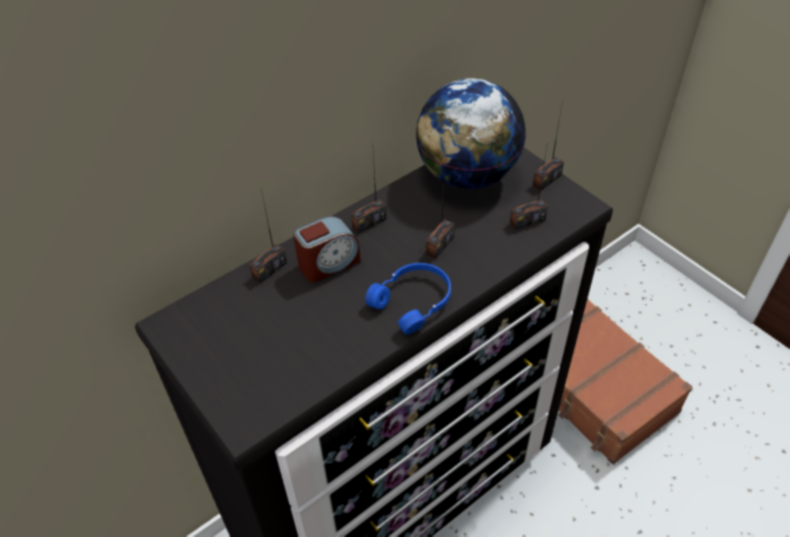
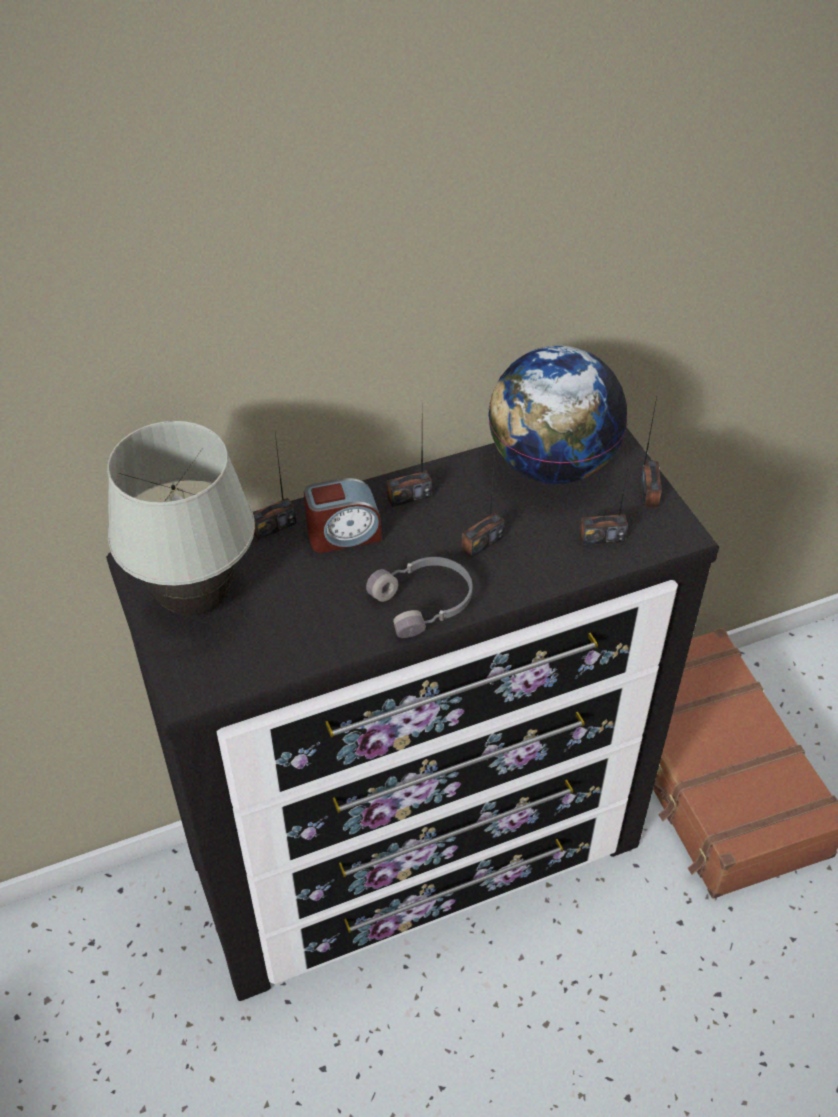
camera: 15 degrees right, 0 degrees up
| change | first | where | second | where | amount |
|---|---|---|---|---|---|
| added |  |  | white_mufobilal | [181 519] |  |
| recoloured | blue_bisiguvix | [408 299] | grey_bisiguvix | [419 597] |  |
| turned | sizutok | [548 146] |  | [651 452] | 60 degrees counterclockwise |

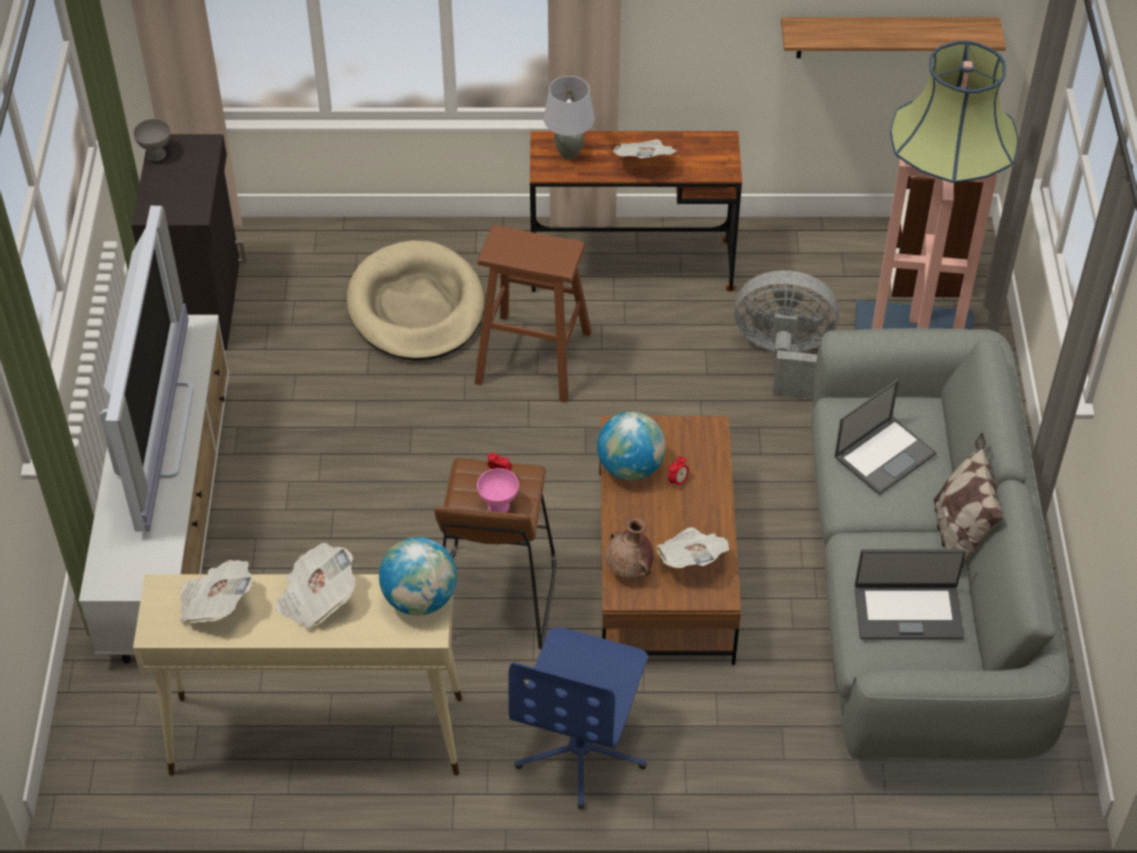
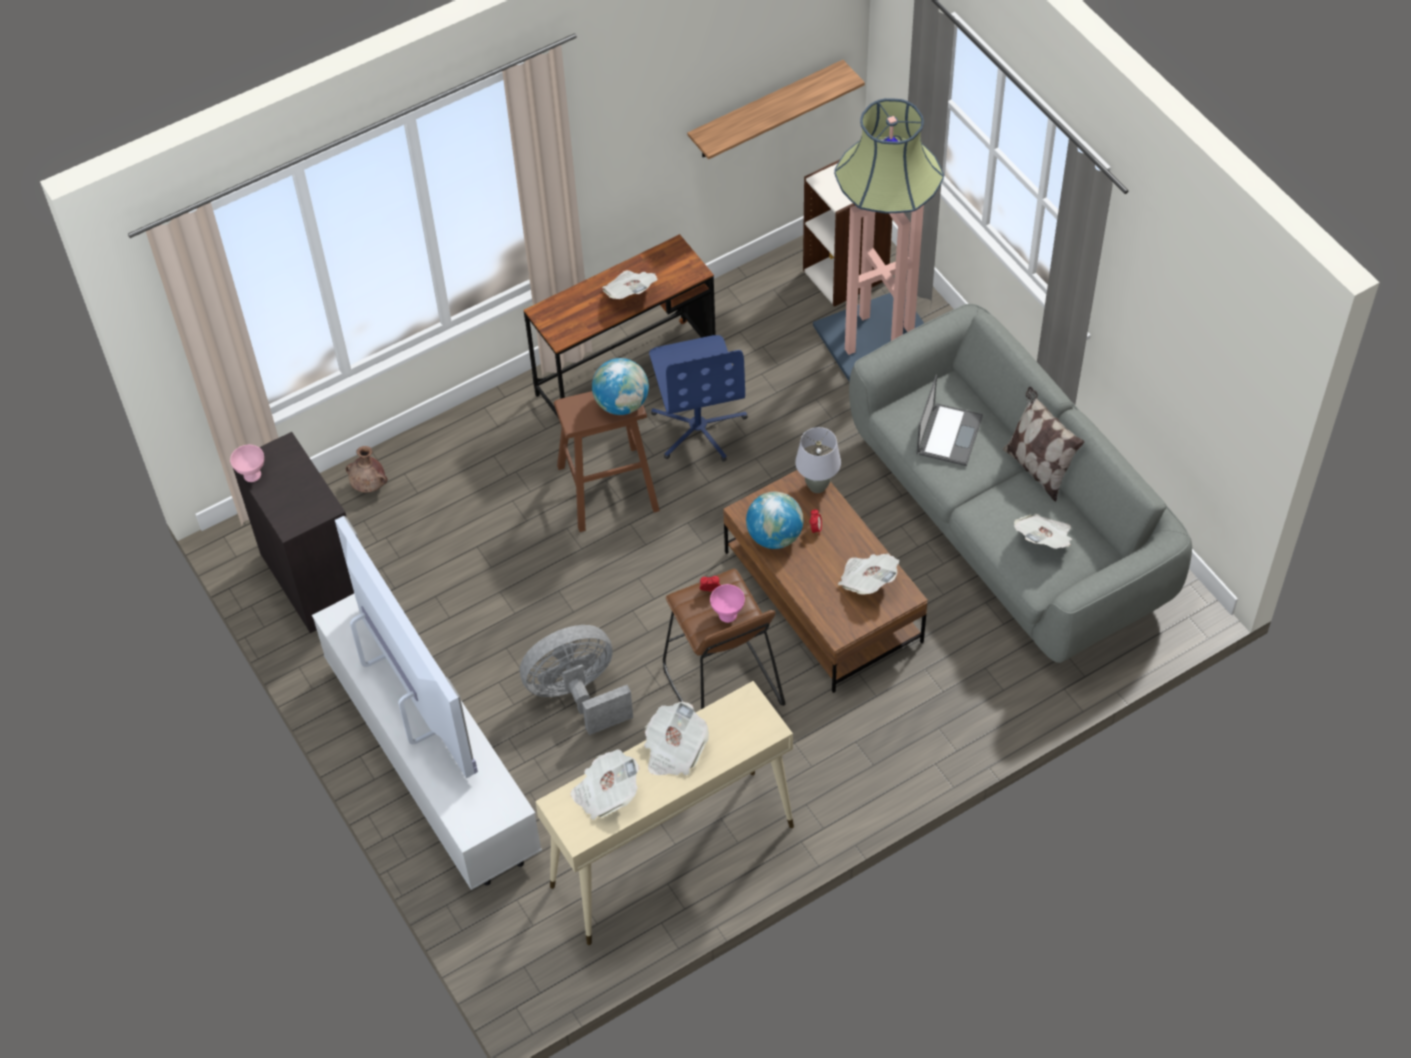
camera: 30 degrees left, 5 degrees up
| change | first | where | second | where | amount |
|---|---|---|---|---|---|
| removed | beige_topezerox | [416 300] |  |  |  |
| moved | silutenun | [418 576] |  | [620 386] |  |
| moved | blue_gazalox | [578 718] |  | [698 398] |  |
| moved | grey_mufobilal | [569 118] |  | [818 460] |  |
| moved | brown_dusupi | [630 548] |  | [367 469] |  |
| moved | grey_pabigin | [786 334] |  | [576 680] |  |
| replaced | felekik | [910 594] | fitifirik | [1043 531] |  |
| recoloured | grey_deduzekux | [152 140] | pink_deduzekux | [247 463] |  |

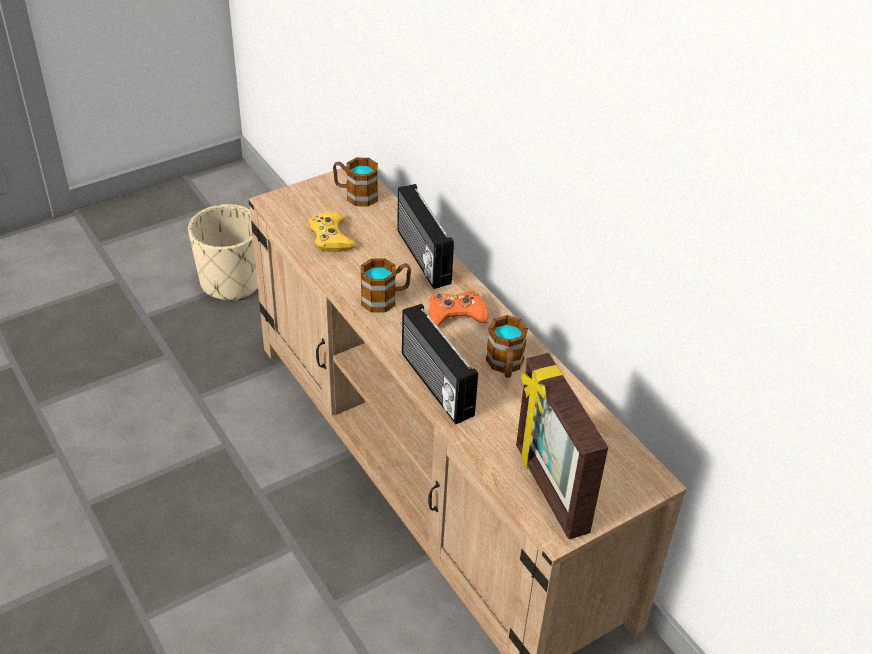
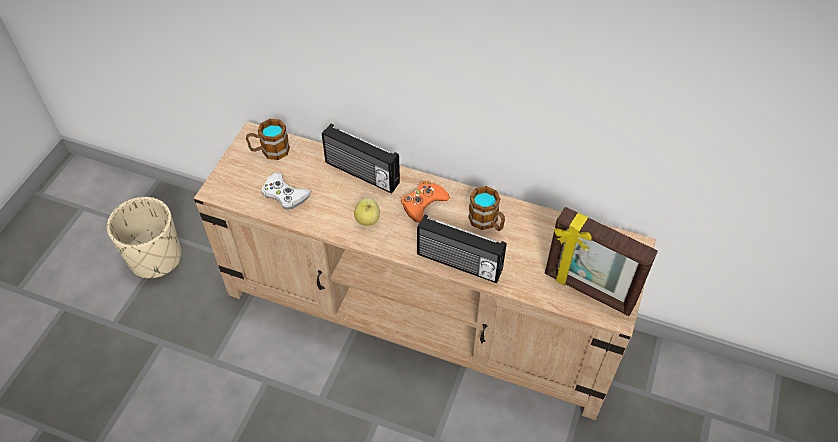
camera: 35 degrees left, 10 degrees up
| change | first | where | second | where | amount |
|---|---|---|---|---|---|
| replaced | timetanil | [386 285] | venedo | [367 212] |  |
| recoloured | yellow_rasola | [332 232] | white_rasola | [286 191] |  |

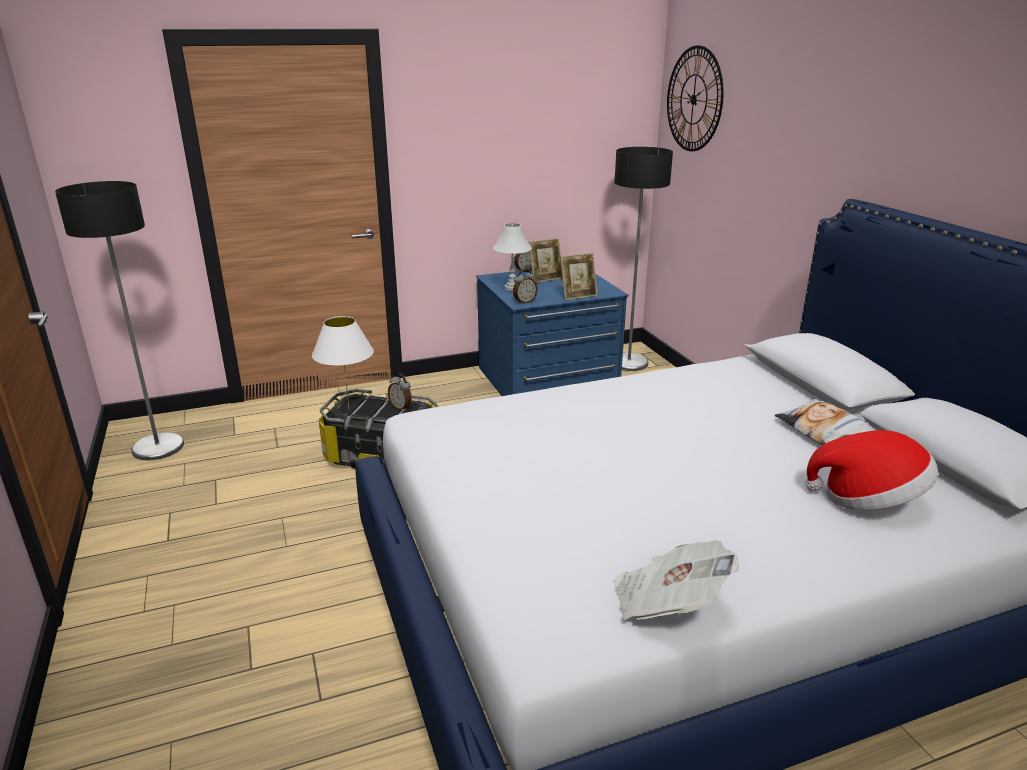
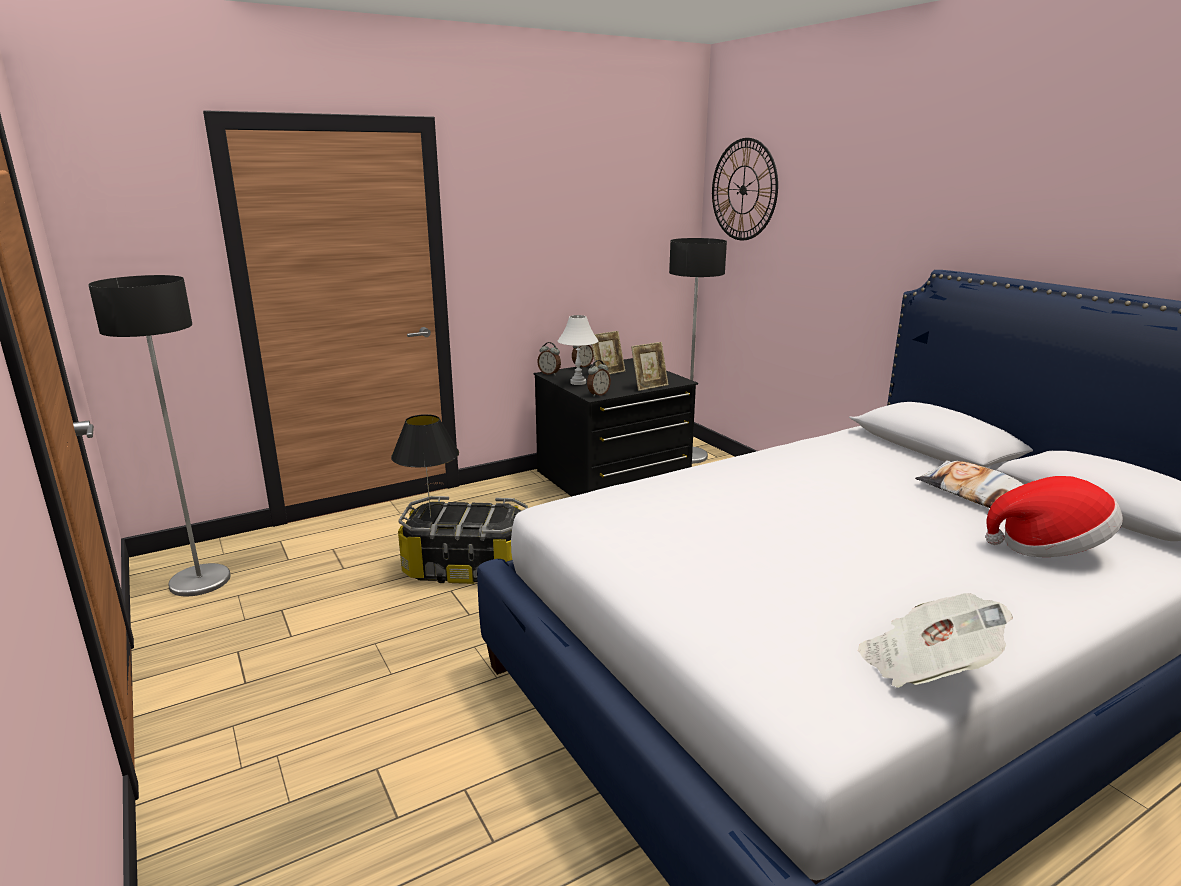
camera: 10 degrees left, 5 degrees down
| change | first | where | second | where | amount |
|---|---|---|---|---|---|
| moved | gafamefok | [400 392] |  | [549 358] |  |
| recoloured | white_mufobilal | [343 362] | black_mufobilal | [425 466] |  |
| recoloured | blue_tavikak | [552 333] | black_tavikak | [616 427] |  |

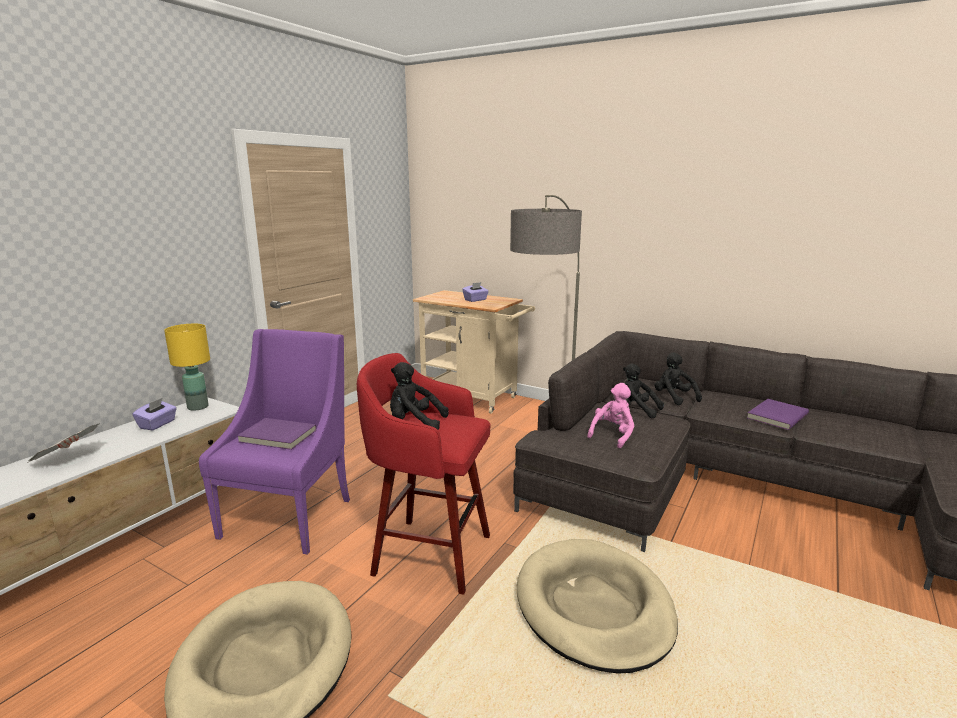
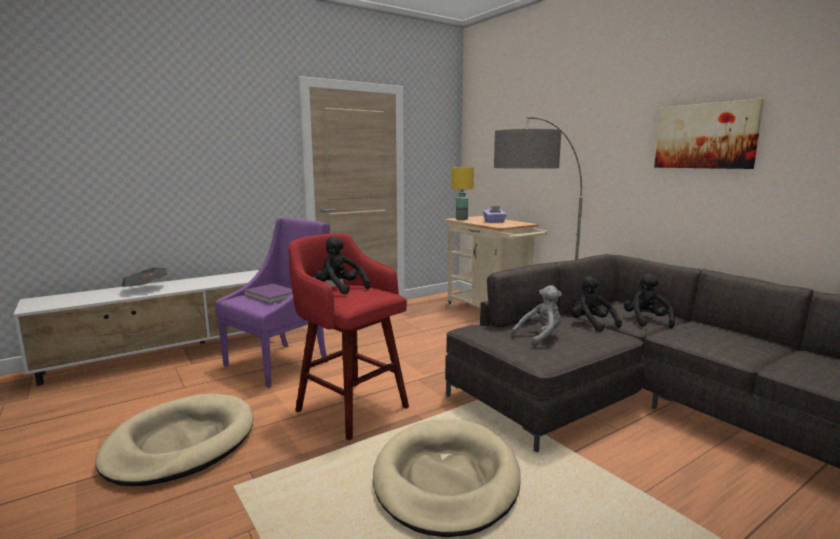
camera: 25 degrees right, 5 degrees down
| change | first | where | second | where | amount |
|---|---|---|---|---|---|
| removed | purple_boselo | [154 414] |  |  |  |
| removed | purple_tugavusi | [778 414] |  |  |  |
| added |  |  | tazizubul | [709 134] |  |
| moved | yellow_mufobilal | [187 367] |  | [462 193] |  |
| recoloured | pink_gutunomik | [610 415] | grey_gutunomik | [537 316] |  |

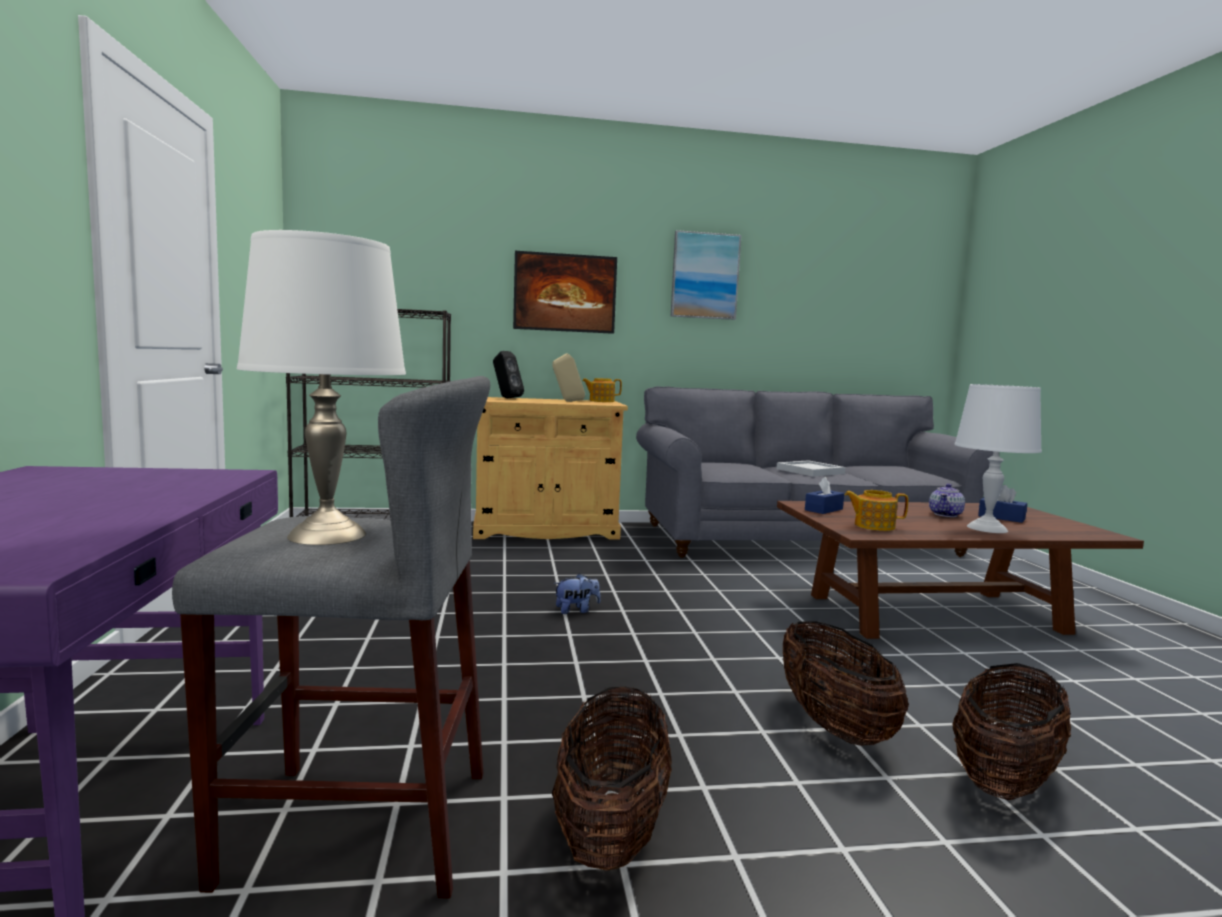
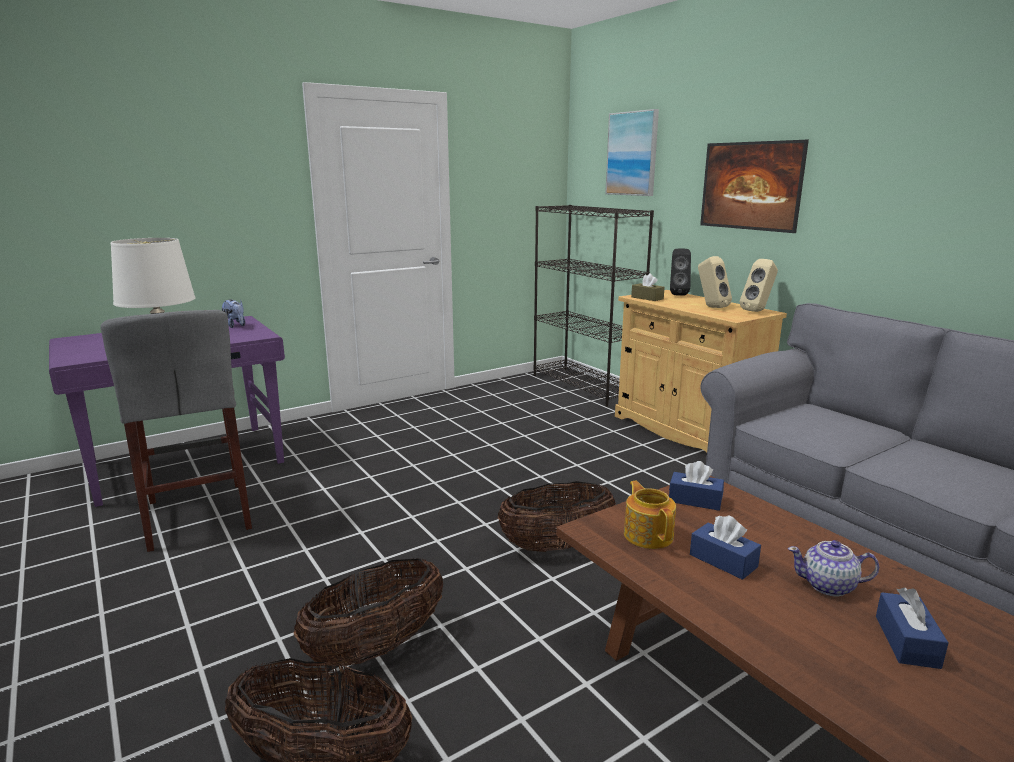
camera: 65 degrees right, 10 degrees up
| change | first | where | second | where | amount |
|---|---|---|---|---|---|
| removed | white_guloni | [811 468] |  |  |  |
| removed | white_mufobilal | [998 458] |  |  |  |
| added |  |  | brown_boselo | [648 287] |  |
| added |  |  | blue_boselo | [725 547] |  |
| moved | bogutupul | [612 778] |  | [556 516] |  |
| moved | gutunomik | [577 593] |  | [233 313] |  |
| moved | tazizubul | [706 275] |  | [632 152] |  |
| replaced | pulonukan | [602 390] | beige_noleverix | [759 285] |  |

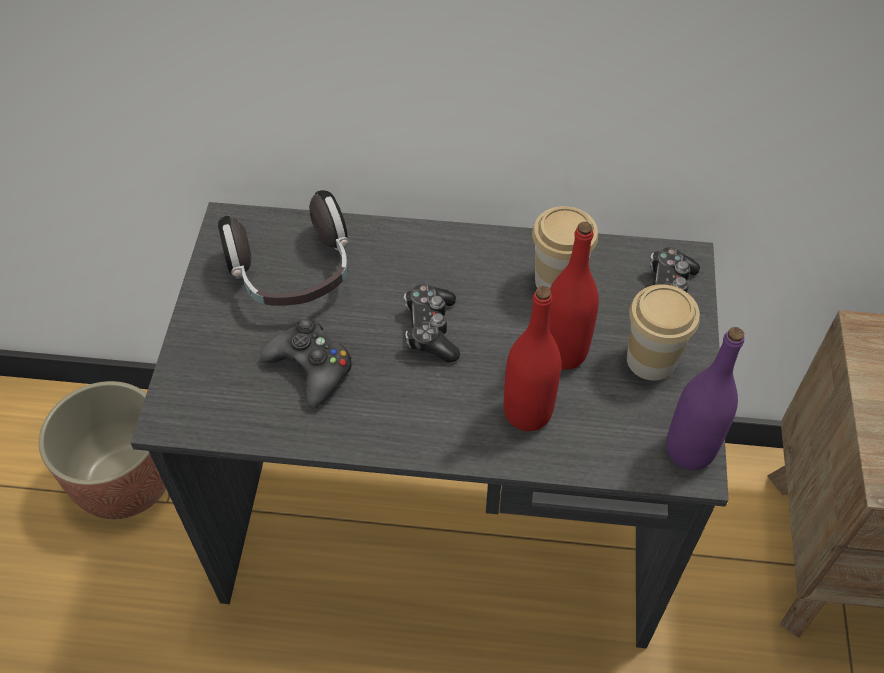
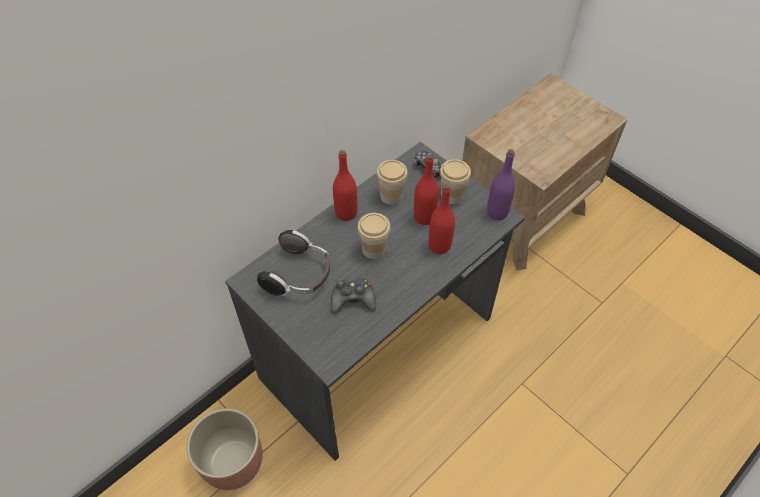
camera: 50 degrees left, 0 degrees up
| change | first | where | second | where | amount |
|---|---|---|---|---|---|
| added |  |  | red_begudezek | [345 185] |  |
| replaced | rasola | [432 323] | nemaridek | [374 236] |  |

